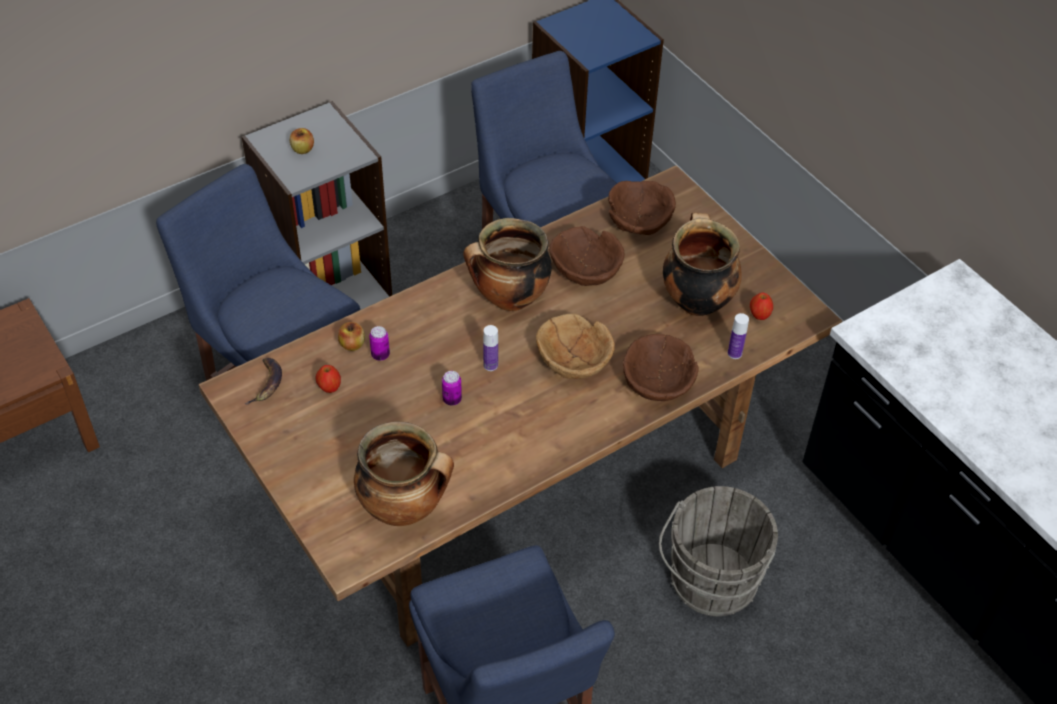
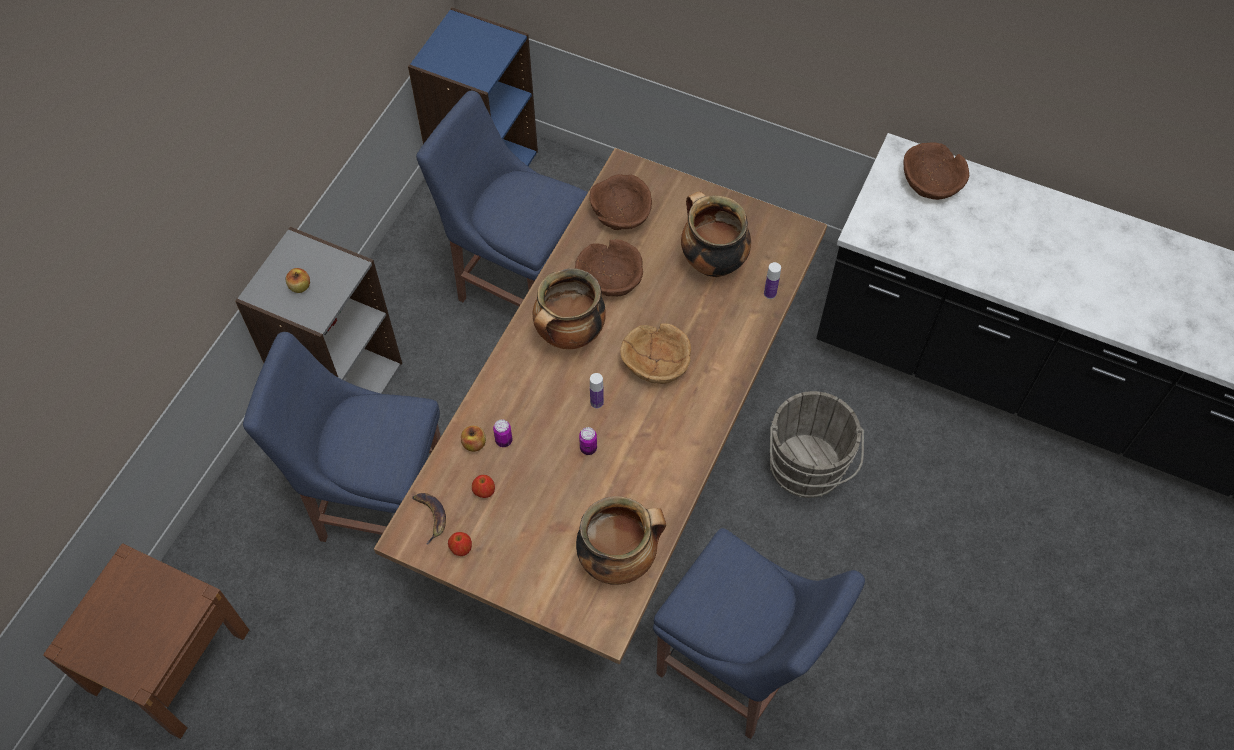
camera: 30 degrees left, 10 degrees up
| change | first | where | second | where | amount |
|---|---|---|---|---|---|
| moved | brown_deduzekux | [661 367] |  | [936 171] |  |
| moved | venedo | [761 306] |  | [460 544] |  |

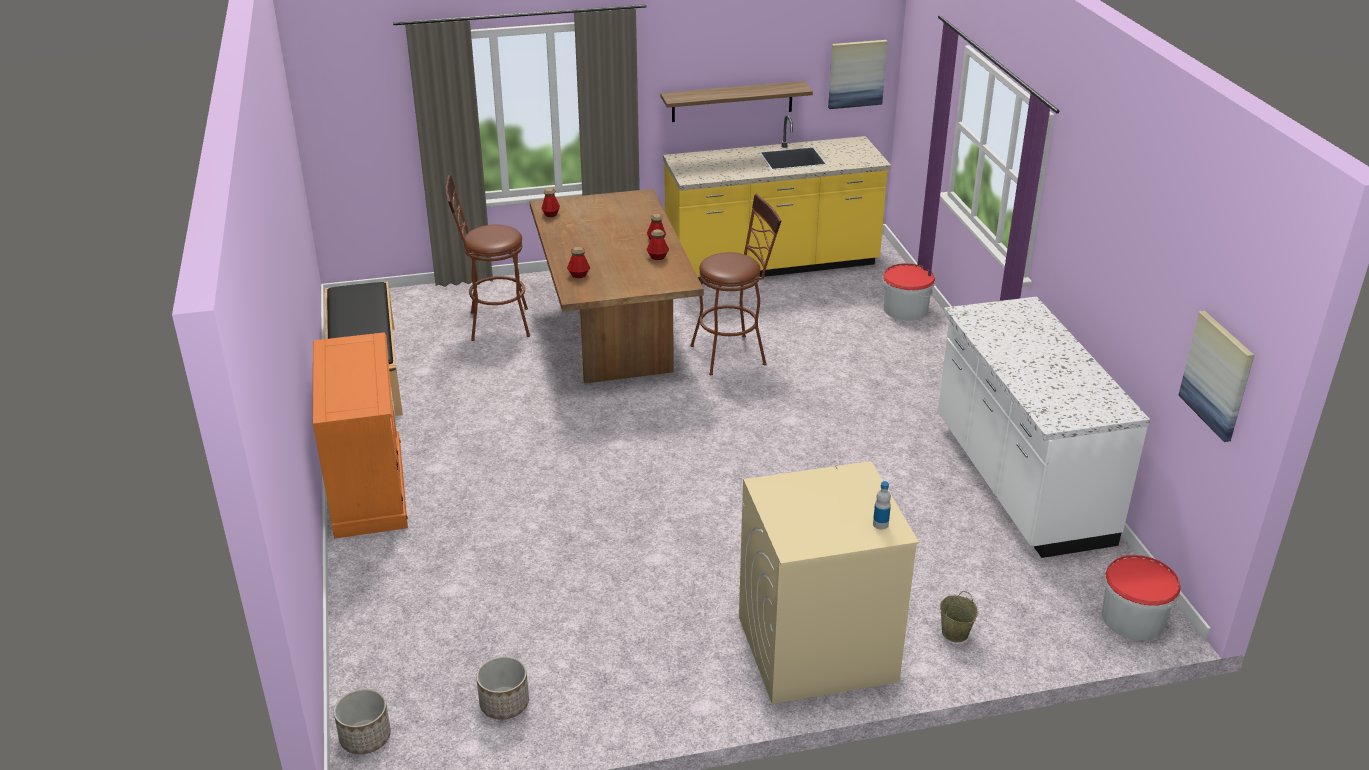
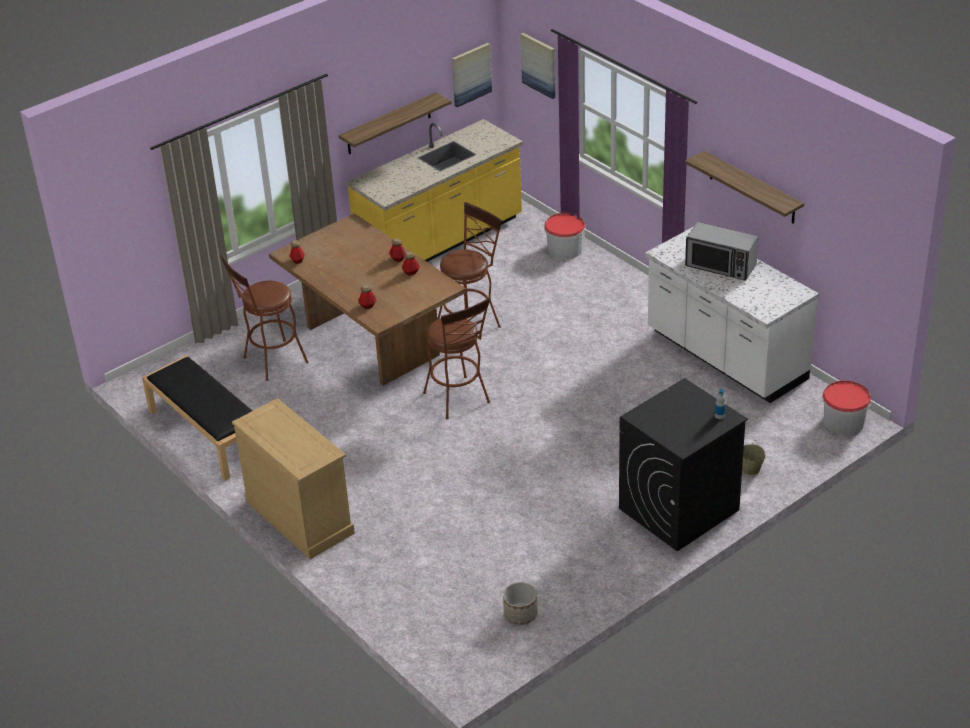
camera: 25 degrees left, 5 degrees up
| change | first | where | second | where | amount |
|---|---|---|---|---|---|
| removed | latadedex | [362 721] |  |  |  |
| added |  |  | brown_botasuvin | [456 358] |  |
| added |  |  | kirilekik | [744 187] |  |
| added |  |  | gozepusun | [722 251] |  |
| moved | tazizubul | [1216 376] |  | [537 66] |  |
| recoloured | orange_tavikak | [360 435] | beige_tavikak | [293 478] |  |
| recoloured | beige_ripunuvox | [829 582] | black_ripunuvox | [683 464] |  |

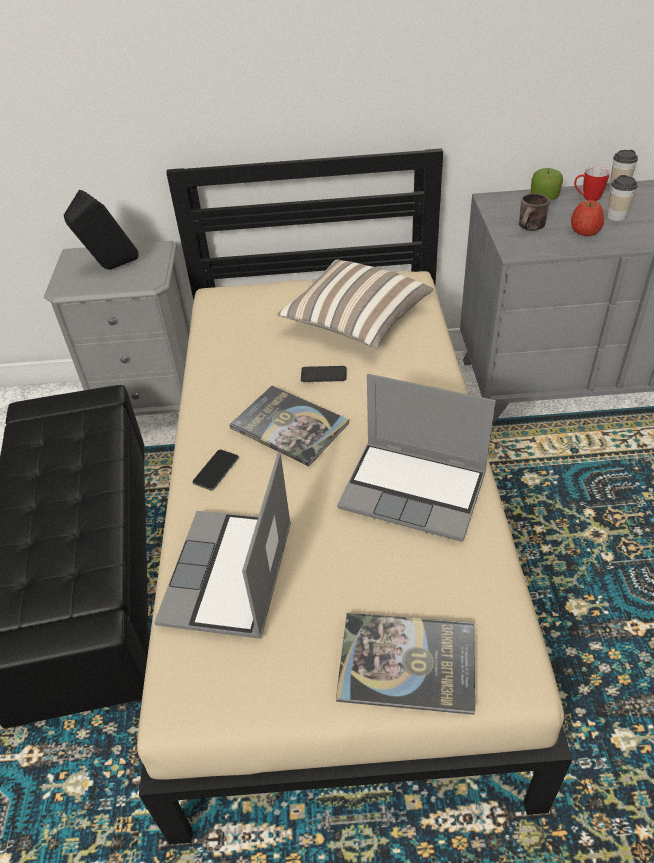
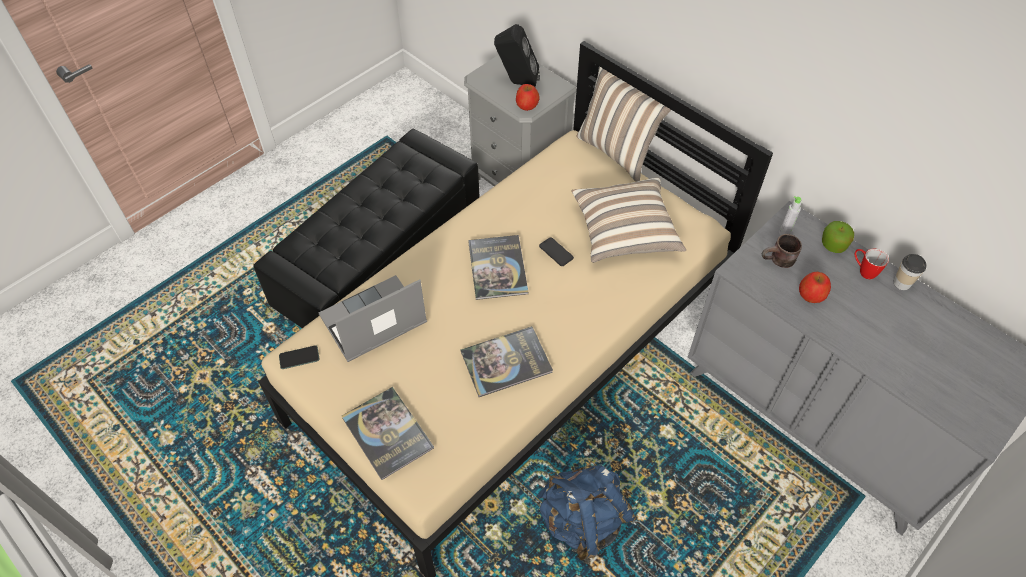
camera: 45 degrees right, 10 degrees up
| change | first | where | second | where | amount |
|---|---|---|---|---|---|
| removed | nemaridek | [622 198] |  |  |  |
| added |  |  | venedo | [528 97] |  |
| added |  |  | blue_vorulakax | [587 512] |  |
| added |  |  | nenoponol | [623 124] |  |
| added |  |  | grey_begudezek | [790 215] |  |
| moved | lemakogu | [215 470] |  | [299 357] |  |
| replaced | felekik | [416 458] | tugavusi | [506 361] |  |

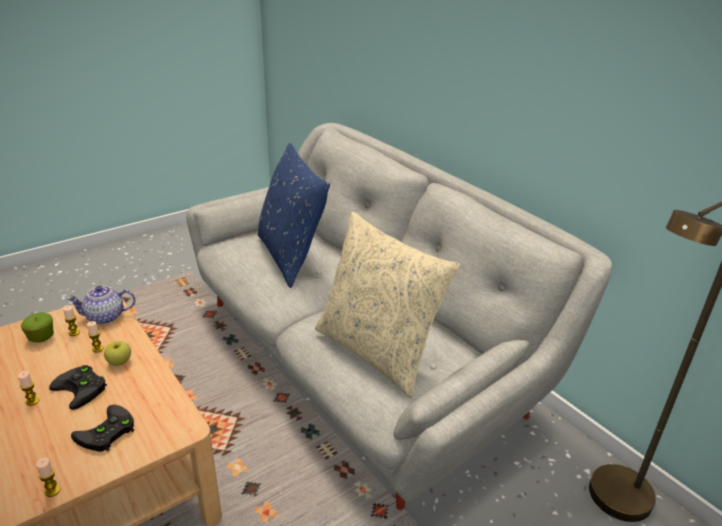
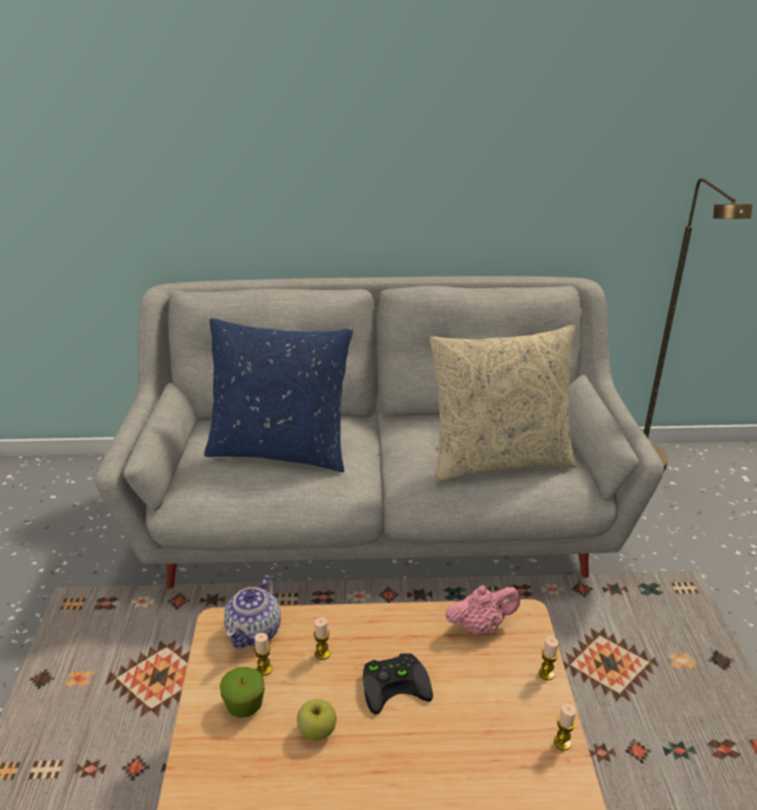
camera: 55 degrees left, 0 degrees up
| change | first | where | second | where | amount |
|---|---|---|---|---|---|
| removed | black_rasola | [102 428] |  |  |  |
| added |  |  | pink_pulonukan | [482 609] |  |
| moved | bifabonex | [28 388] |  | [548 658] |  |
| moved | venedo | [117 353] |  | [317 720] |  |

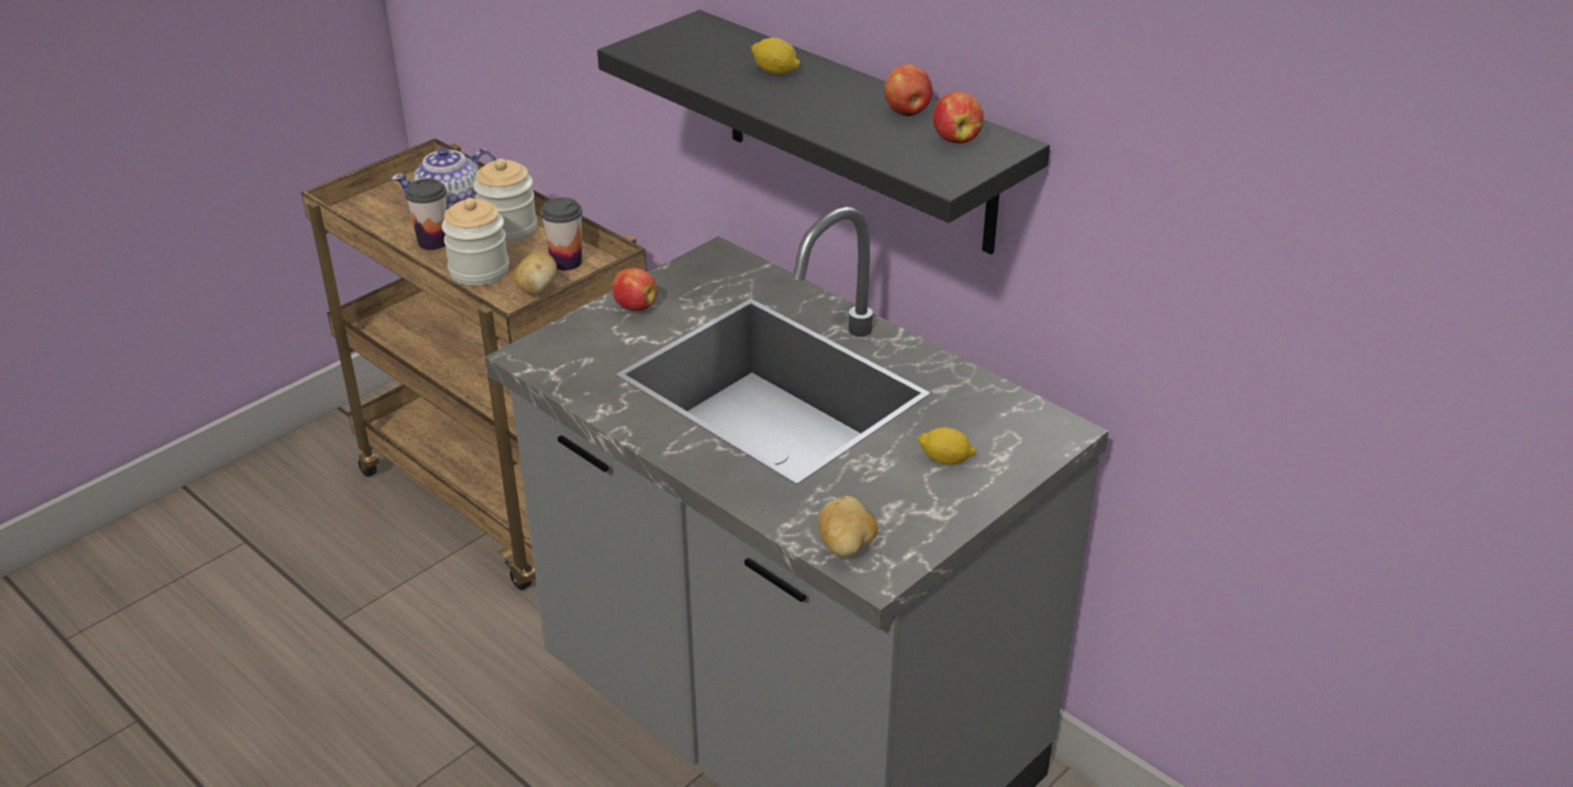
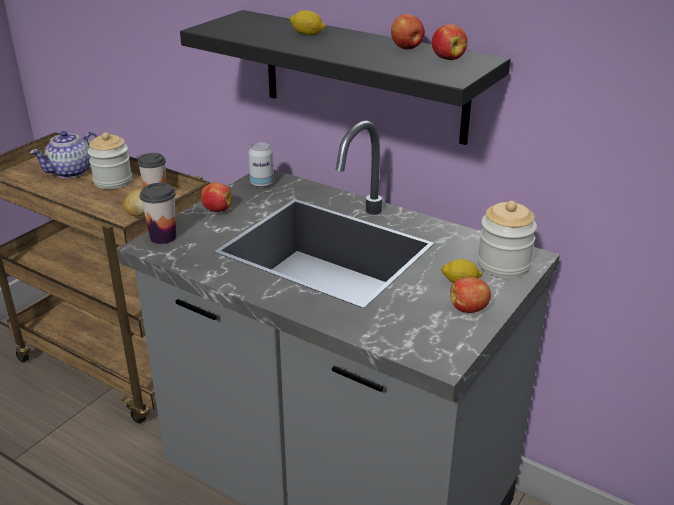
camera: 10 degrees left, 5 degrees down
| change | first | where | second | where | amount |
|---|---|---|---|---|---|
| removed | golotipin | [848 526] |  |  |  |
| added |  |  | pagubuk | [261 165] |  |
| added |  |  | venedo | [470 295] |  |
| moved | nemaridek | [426 214] |  | [158 213] |  |
| moved | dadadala | [475 242] |  | [507 240] |  |

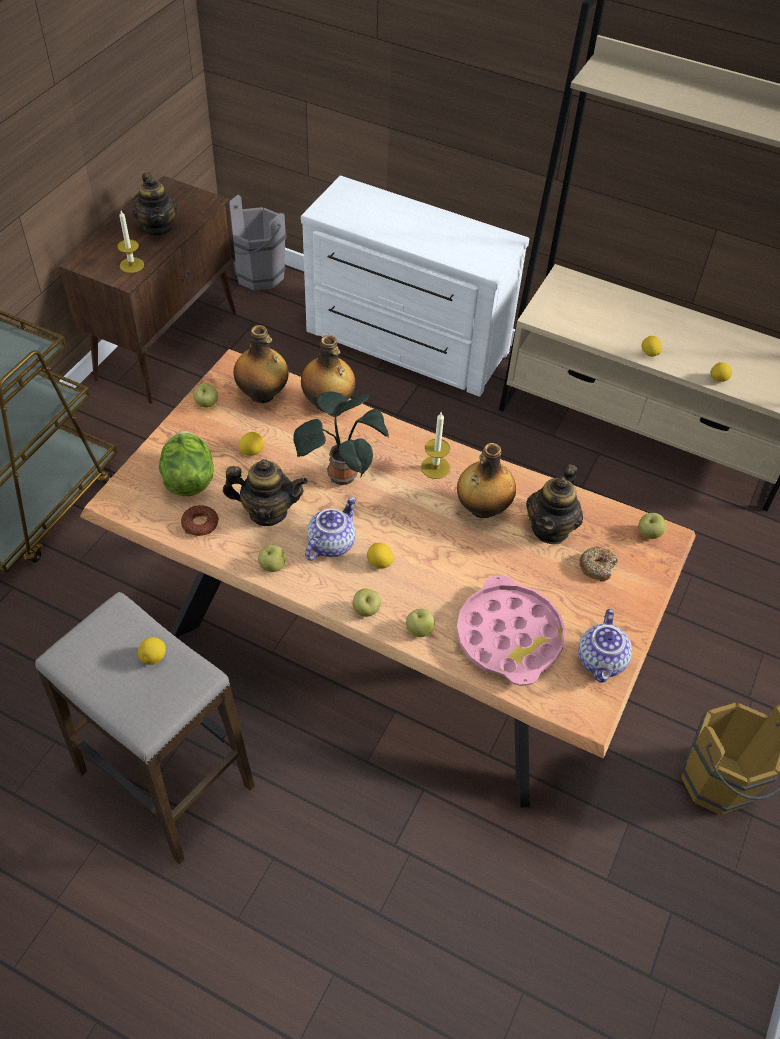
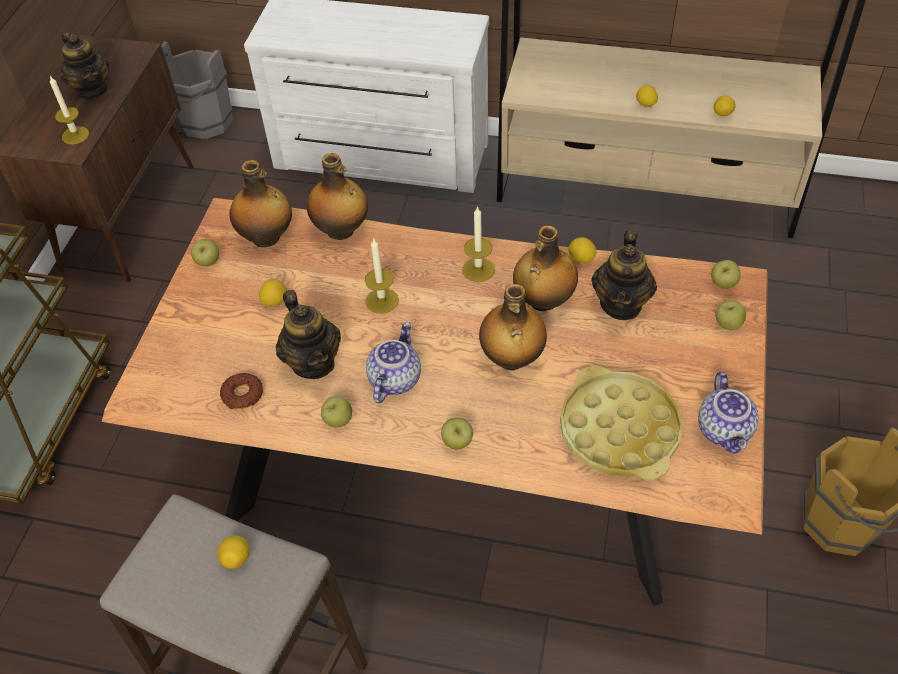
camera: 10 degrees left, 0 degrees up
| change | first | where | second | where | amount |
|---|---|---|---|---|---|
| removed | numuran | [186 463] |  |  |  |
| removed | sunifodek | [598 564] |  |  |  |
| added |  |  | begudezek | [513 327] |  |
| moved | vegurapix | [380 556] |  | [582 250] |  |
| moved | venedo | [420 623] |  | [730 315] |  |
| replaced | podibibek | [341 438] | bifabonex | [382 276] |  |
| recoloured | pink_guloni | [510 631] | yellow_guloni | [621 423] |  |
| turned | pulonukan | [265 492] |  | [308 334] | 75 degrees clockwise |

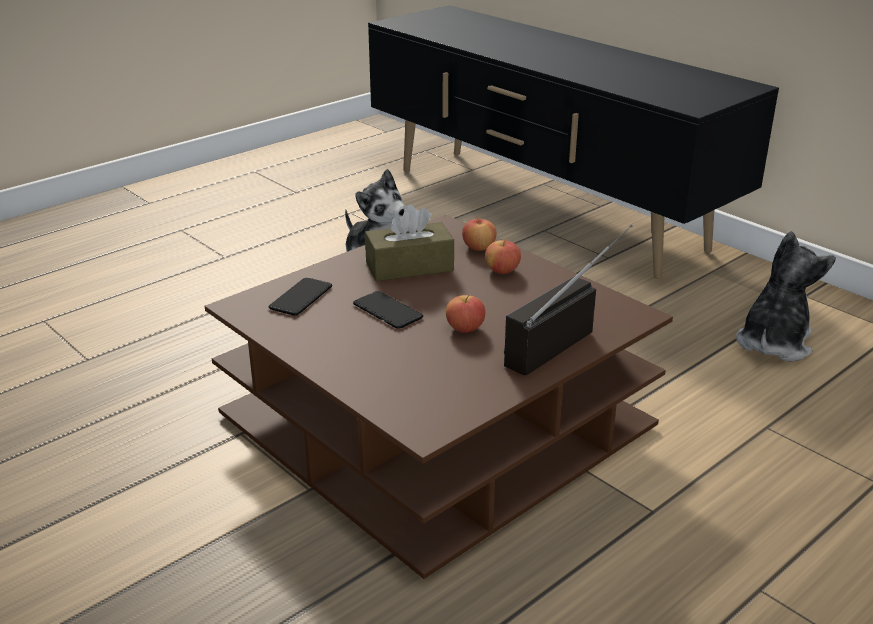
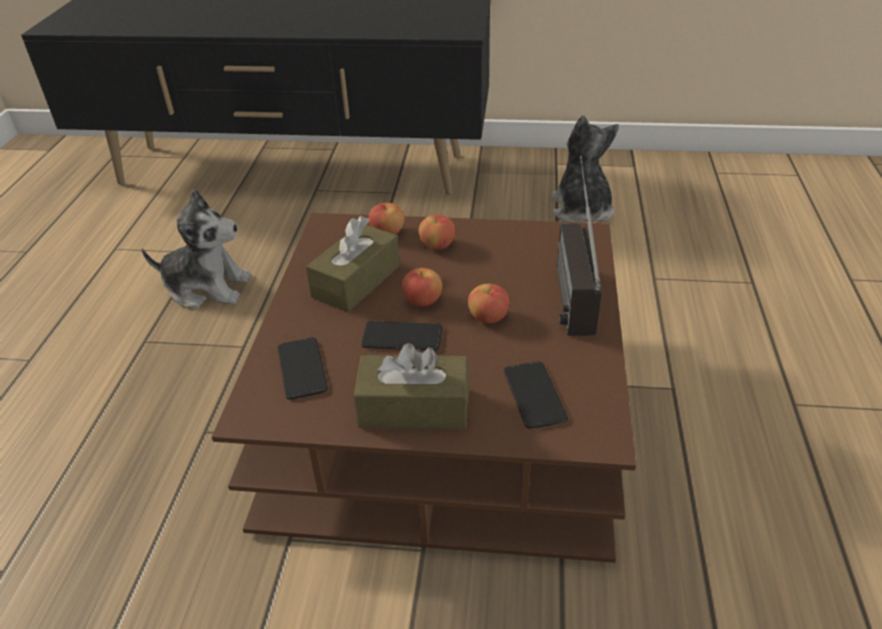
camera: 40 degrees left, 10 degrees up
| change | first | where | second | where | amount |
|---|---|---|---|---|---|
| added |  |  | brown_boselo | [411 386] |  |
| added |  |  | venedo | [422 287] |  |
| added |  |  | lemakogu | [536 395] |  |

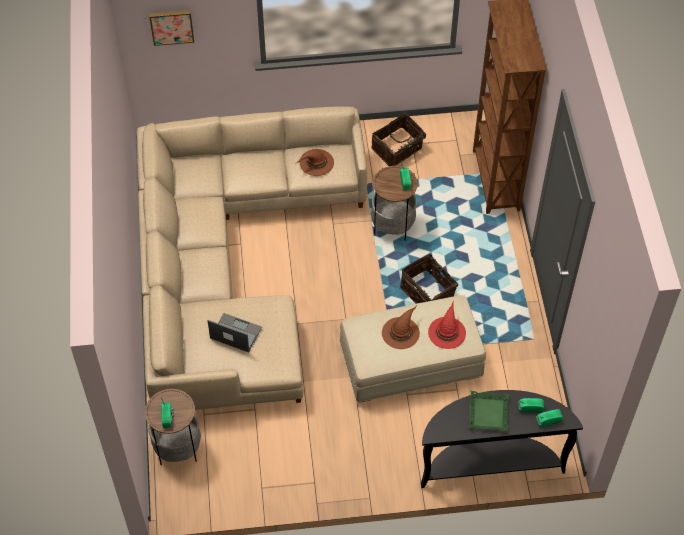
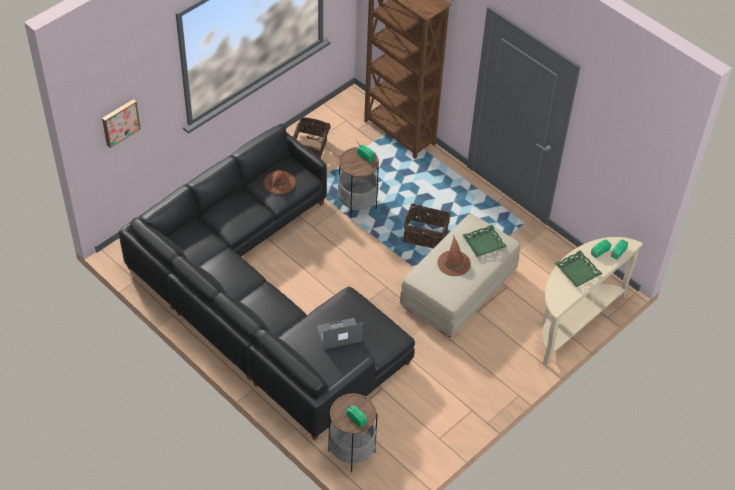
camera: 40 degrees left, 5 degrees down
| change | first | where | second | where | amount |
|---|---|---|---|---|---|
| replaced | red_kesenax | [447 324] | green_guloni | [485 241] |  |
| recoloured | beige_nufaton | [252 258] | black_nufaton | [267 282] |  |
| recoloured | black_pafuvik | [502 439] | beige_pafuvik | [592 301] |  |

